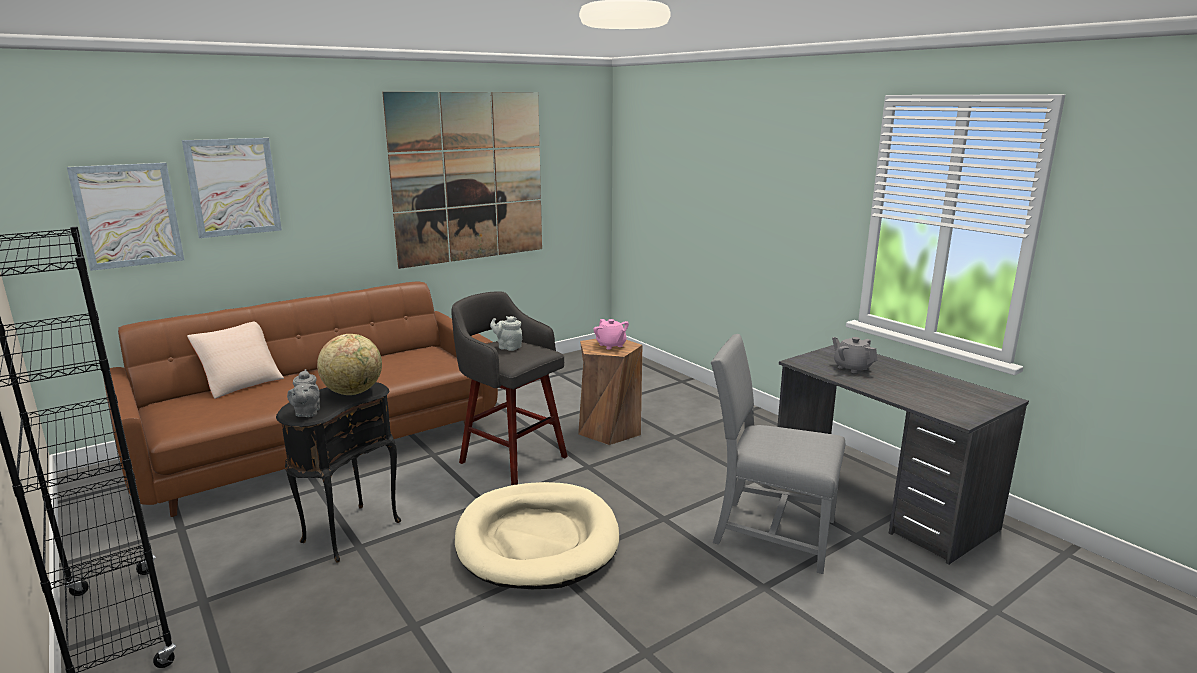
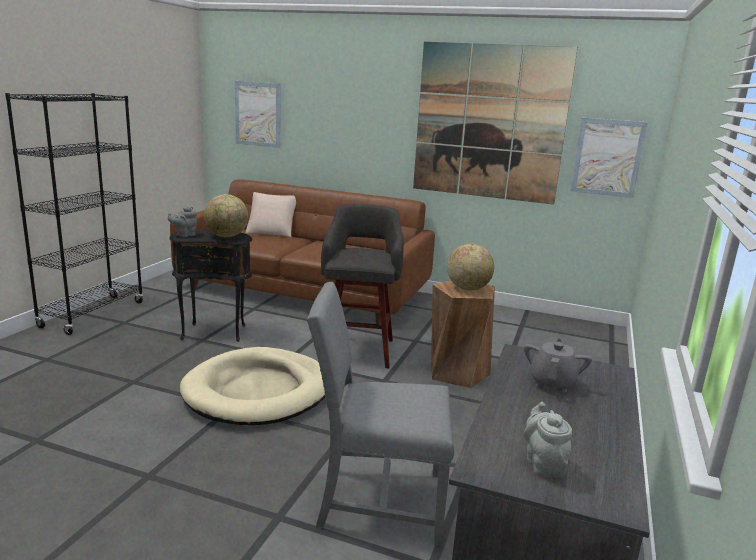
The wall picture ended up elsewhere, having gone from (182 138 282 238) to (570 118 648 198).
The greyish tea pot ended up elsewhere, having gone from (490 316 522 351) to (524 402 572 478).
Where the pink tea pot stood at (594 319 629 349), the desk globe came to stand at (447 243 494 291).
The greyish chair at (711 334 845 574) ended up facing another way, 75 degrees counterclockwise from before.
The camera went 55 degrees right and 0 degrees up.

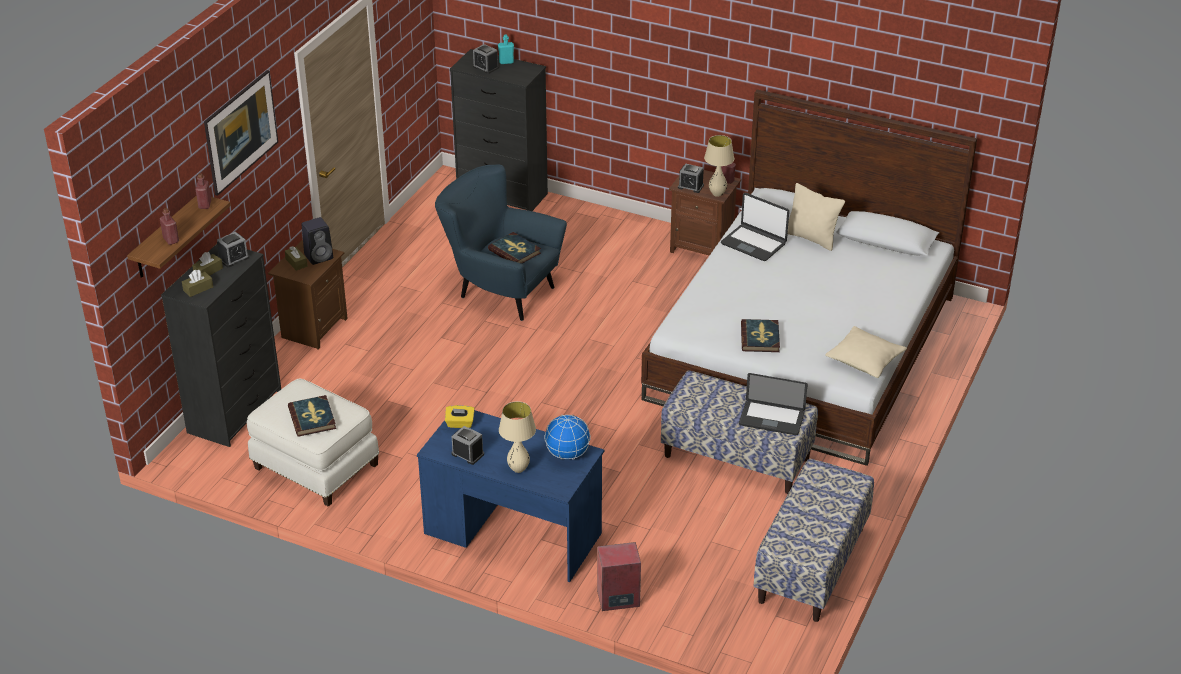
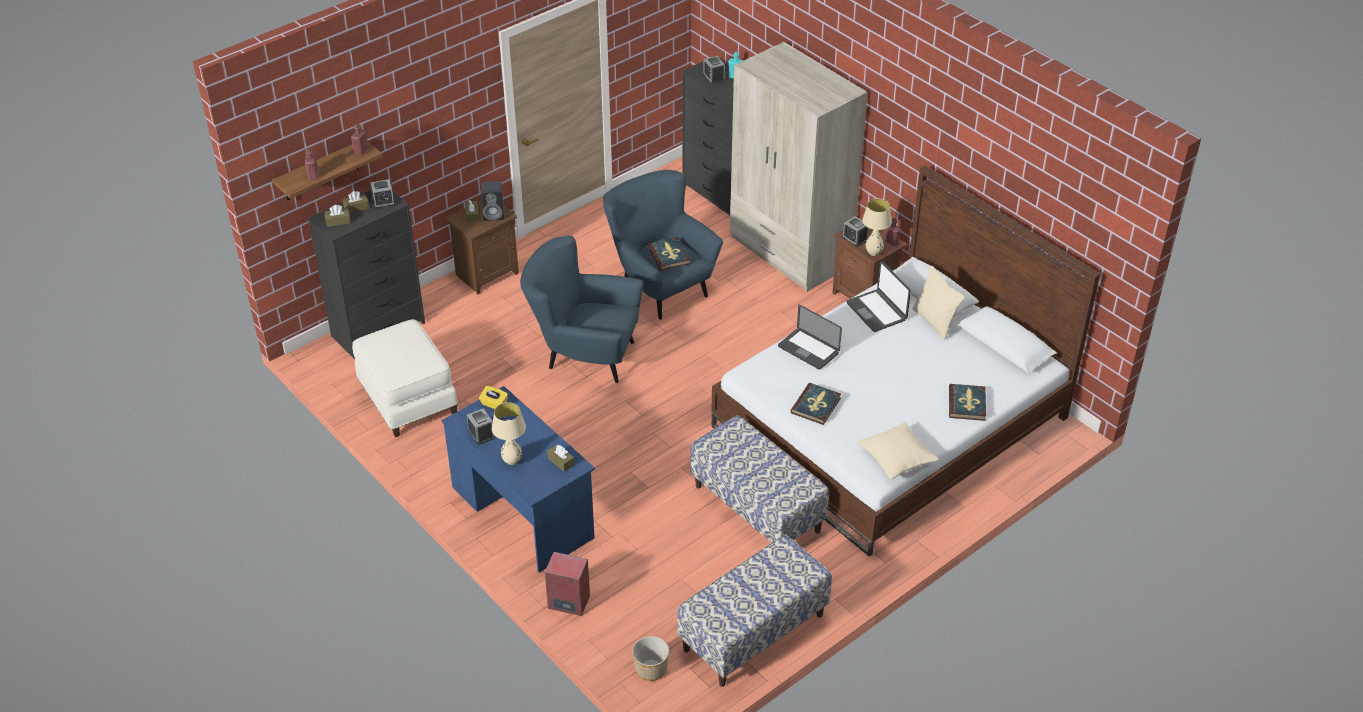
The second view lost the wall picture at (204 70 278 196).
The volume ended up elsewhere, having gone from (288 395 336 437) to (949 384 986 421).
Where the desk globe stood at (544 415 591 460), the brown box of tissues came to stand at (547 444 575 472).
The notebook computer ended up elsewhere, having gone from (739 373 808 435) to (778 305 842 370).
The second view gained the bluish lounge chair at (520 235 644 383).
The second view gained the plant pot at (632 636 669 681).
The second view gained the beige wardrobe at (730 42 868 292).
The camera went 25 degrees right and 5 degrees up.

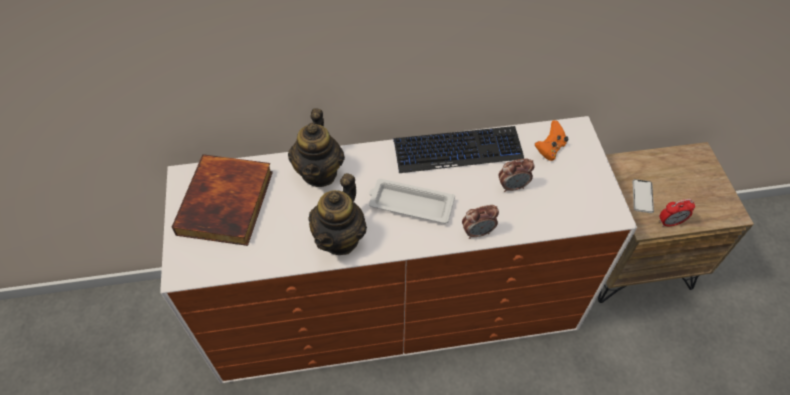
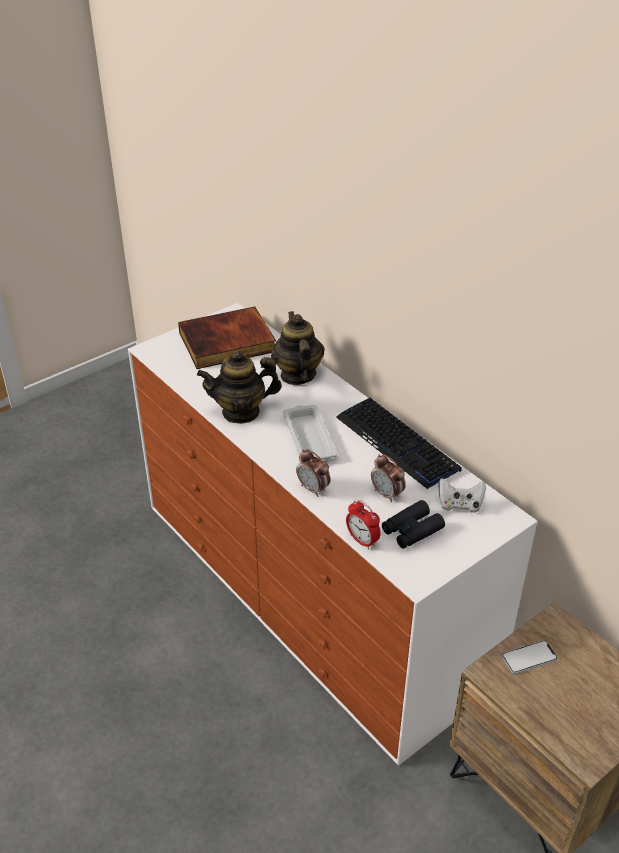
The tea pot at (288 109 345 187) ended up facing another way, 105 degrees clockwise from before.
What was the orange-coloured game controller at (535 120 568 161) turned into the white game controller at (438 478 486 513).
The table clock ended up elsewhere, having gone from (659 199 695 227) to (346 500 381 550).
The second view gained the black-coloured field glasses at (382 500 445 549).
The camera went 60 degrees right and 15 degrees down.

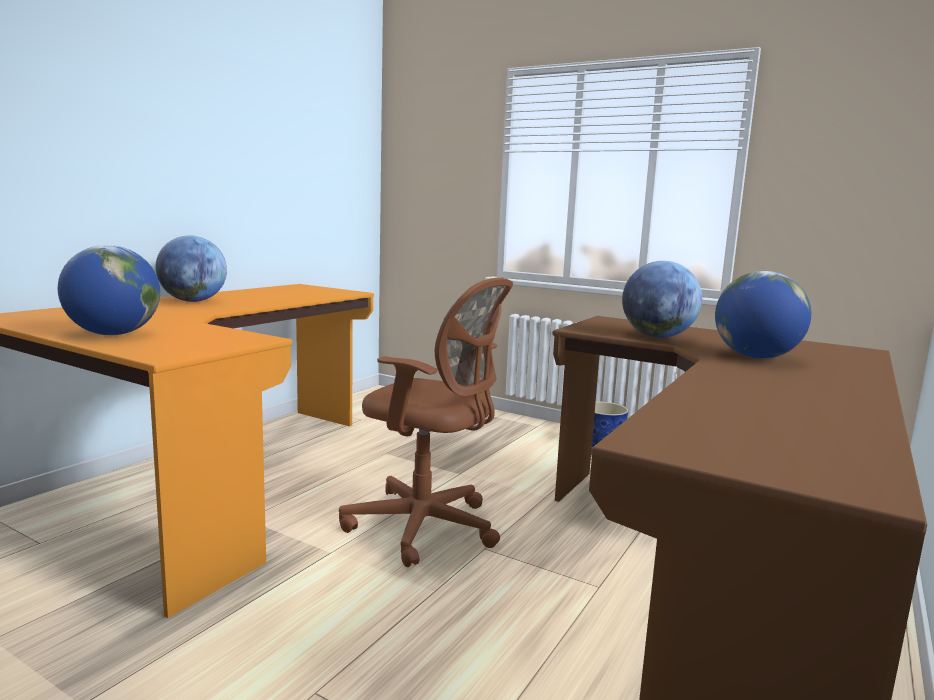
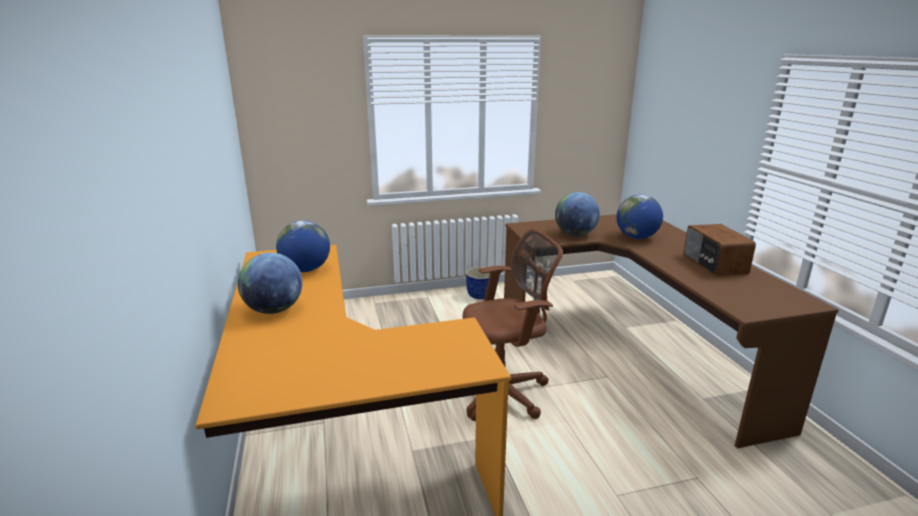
The desk globe ended up elsewhere, having gone from (58 245 160 335) to (276 220 330 272).
The second view gained the radio set at (684 224 756 276).
The camera went 45 degrees left and 10 degrees up.

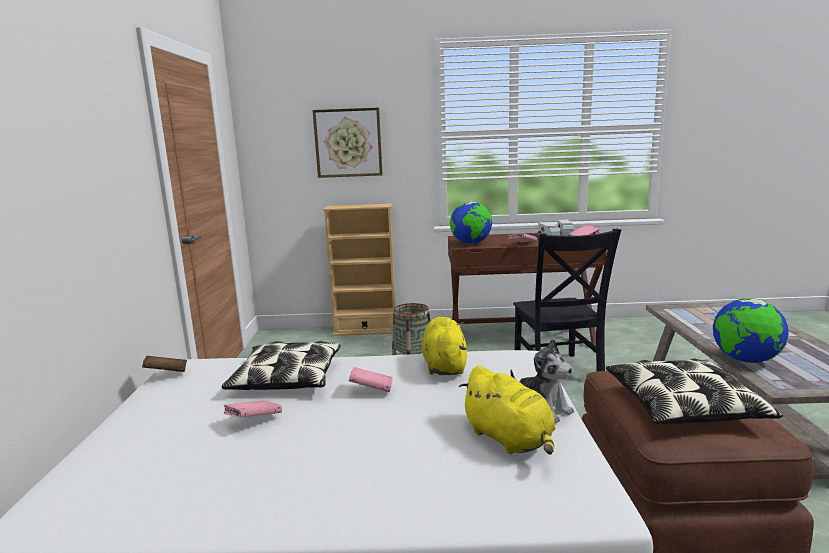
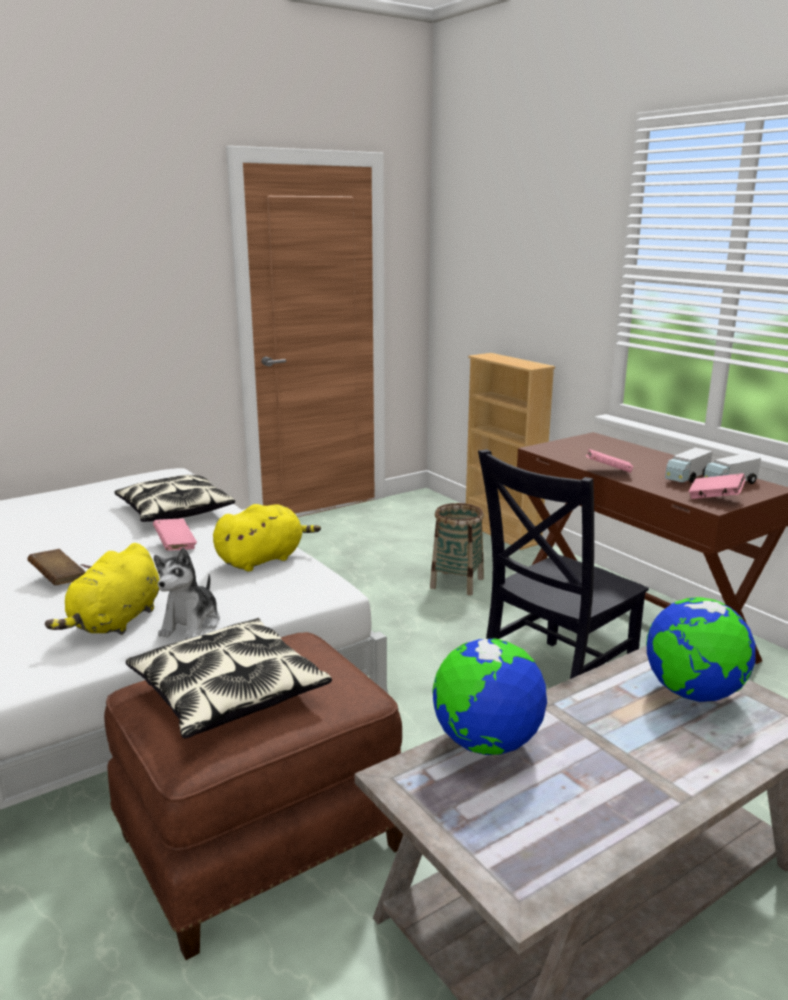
The brown volume ended up elsewhere, having gone from (142 356 187 372) to (27 549 85 585).
The second view lost the pink volume at (224 400 282 417).
The second view lost the wall picture at (312 108 383 178).
The desk globe ended up elsewhere, having gone from (450 202 492 244) to (646 597 756 702).
The camera went 55 degrees right and 5 degrees up.

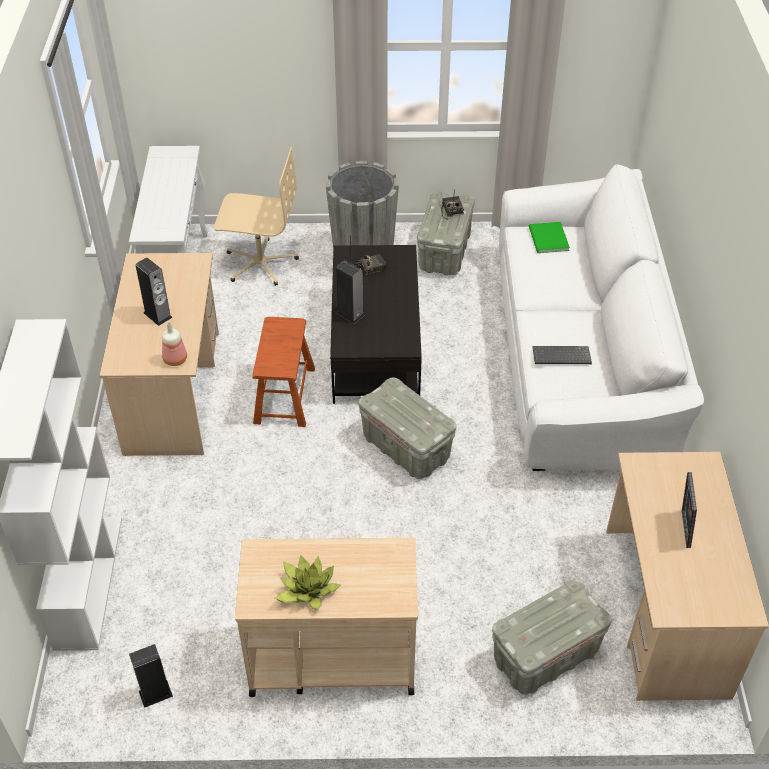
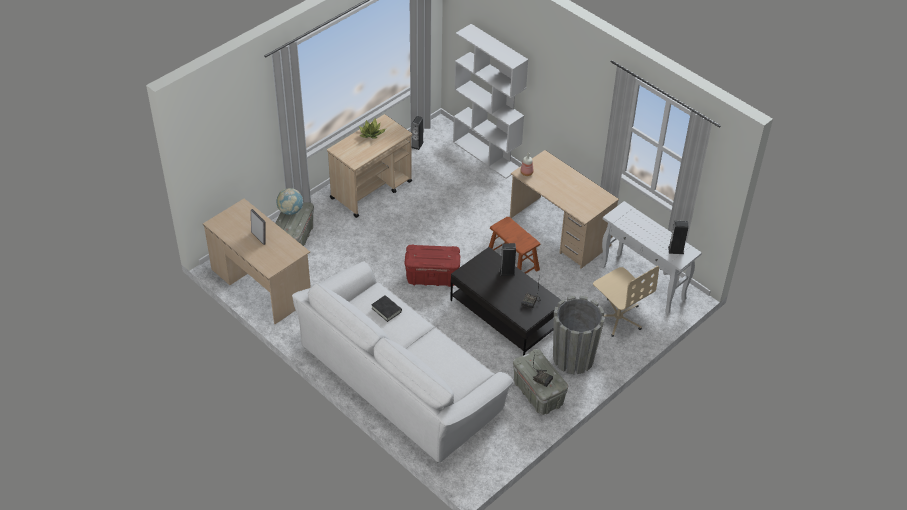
The speaker ended up elsewhere, having gone from (135 258 173 326) to (668 221 689 254).
The beige desk chair at (214 147 299 286) ended up facing another way, 90 degrees counterclockwise from before.
What was the greyish storage container at (359 378 456 479) turned into the red-coloured storage container at (405 245 460 287).
The second view lost the green volume at (529 222 570 253).
Where the computer keyboard stood at (532 346 592 364), the black-coloured volume came to stand at (371 295 402 322).
The second view gained the desk globe at (277 188 303 215).
The camera went 135 degrees right and 0 degrees up.

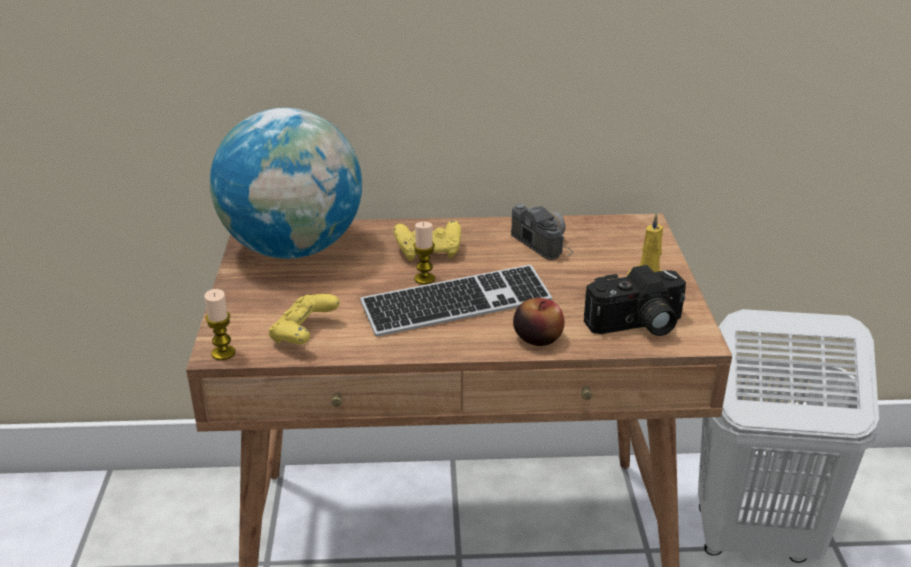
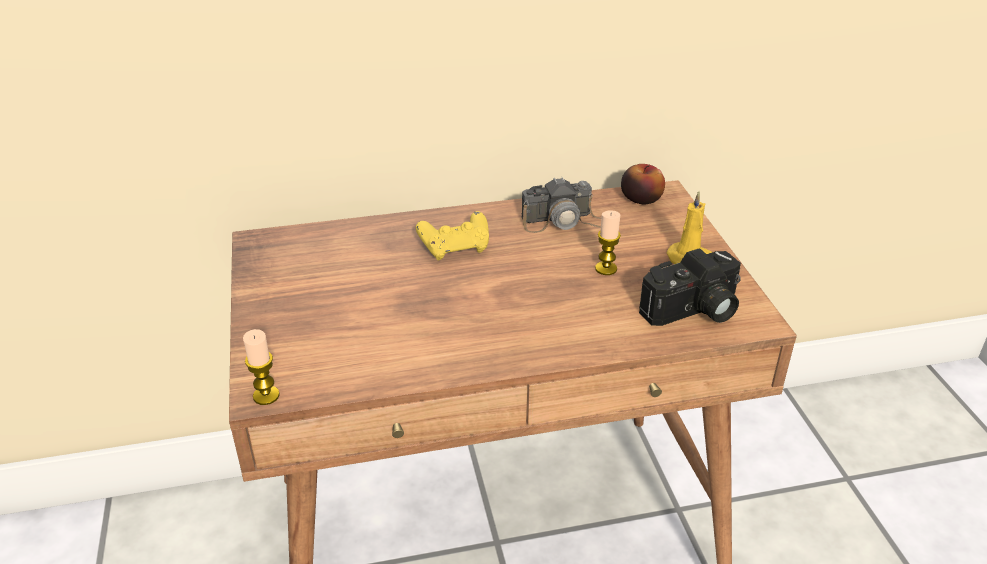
The second view lost the desk globe at (210 108 362 259).
The second view lost the yellow-coloured game controller at (269 294 340 344).
The second view lost the computer keyboard at (360 265 552 337).
The candle ended up elsewhere, having gone from (413 222 435 285) to (595 210 621 275).
The still camera at (511 204 574 260) ended up facing another way, 120 degrees clockwise from before.
The apple ended up elsewhere, having gone from (513 298 564 346) to (621 164 665 204).
The second view lost the white laundry basket at (698 309 879 563).
The camera went 10 degrees left and 5 degrees up.

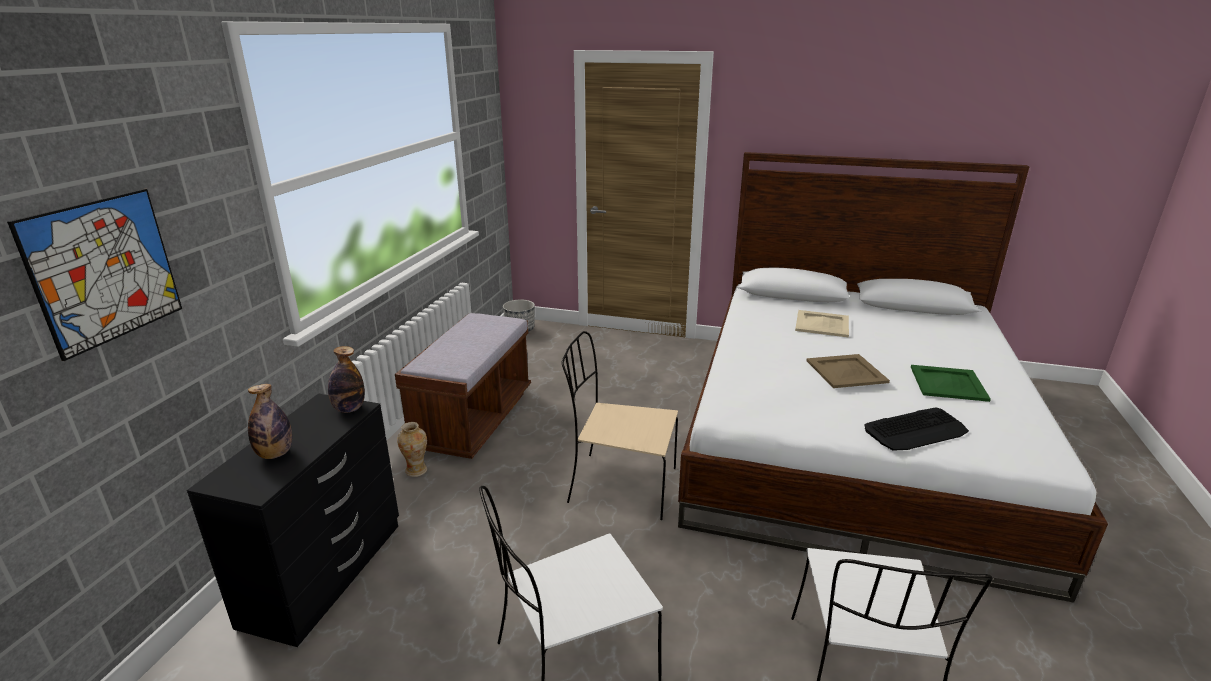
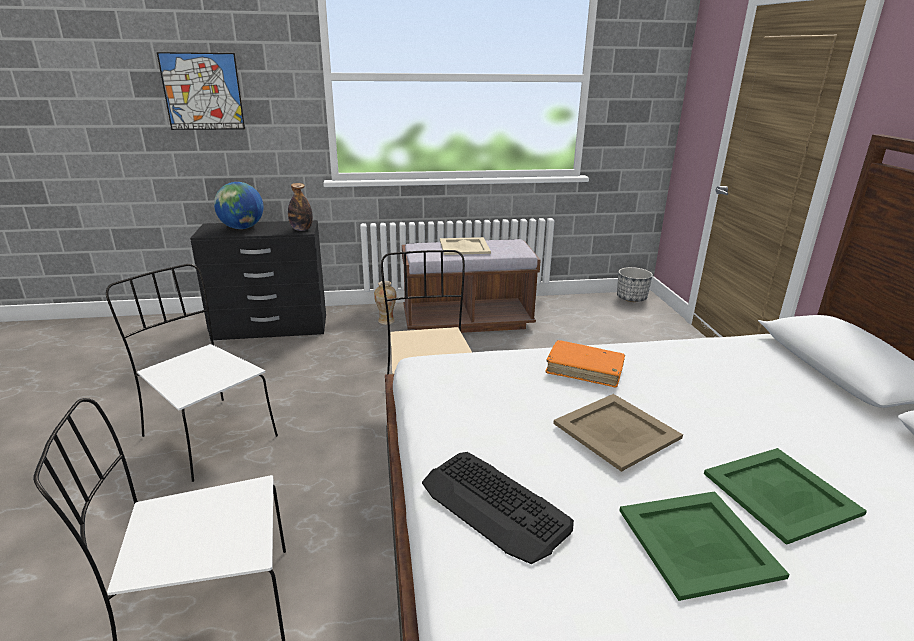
Where the bottle stood at (248 384 292 459), the desk globe came to stand at (214 182 263 229).
The beige tray ended up elsewhere, having gone from (795 310 849 338) to (440 237 491 255).
The second view gained the orange-coloured volume at (545 340 625 387).
The second view gained the green tray at (704 448 867 545).
The camera went 65 degrees right and 0 degrees up.

